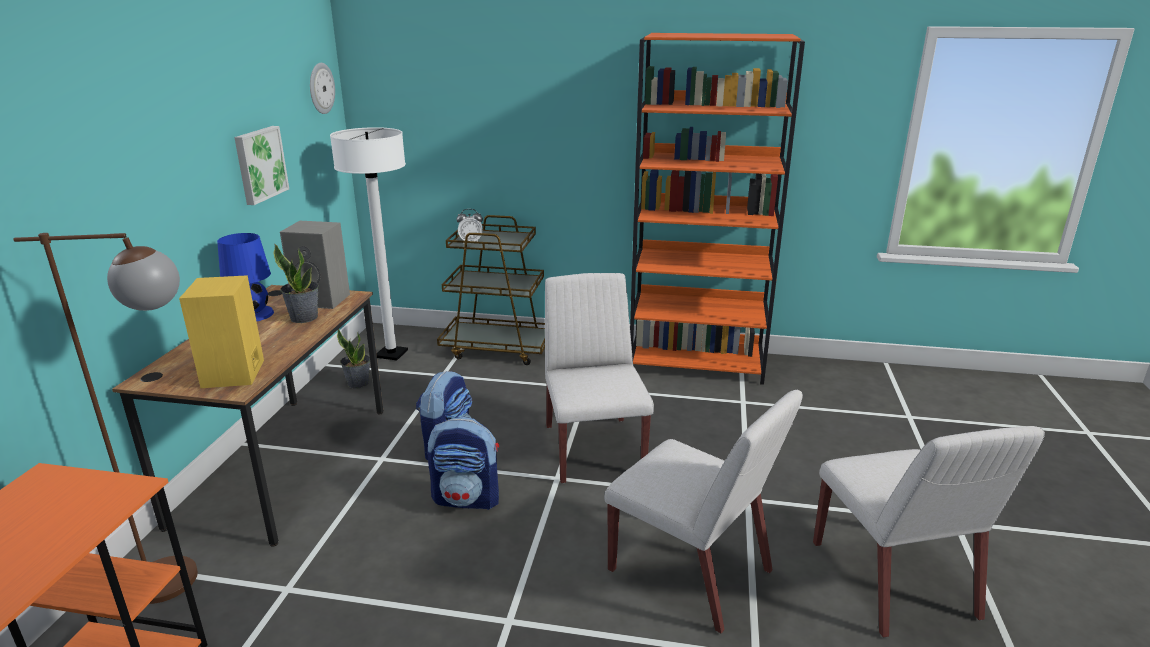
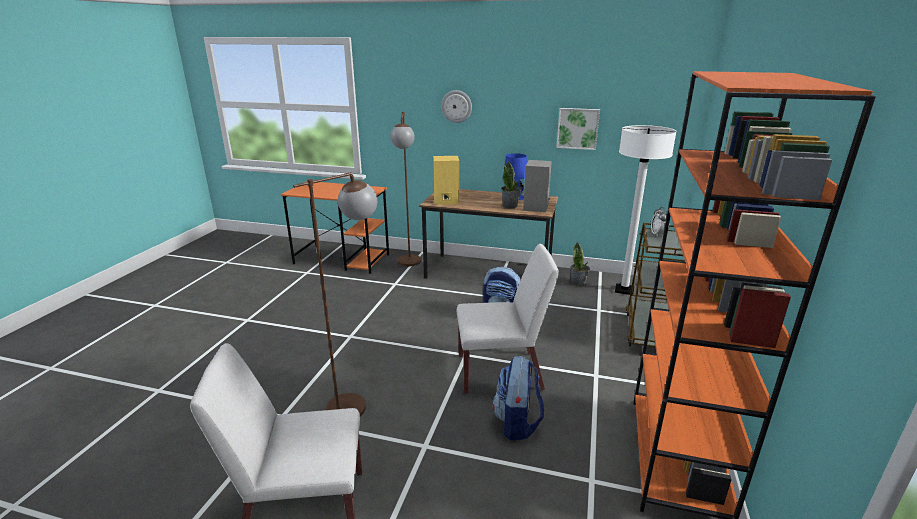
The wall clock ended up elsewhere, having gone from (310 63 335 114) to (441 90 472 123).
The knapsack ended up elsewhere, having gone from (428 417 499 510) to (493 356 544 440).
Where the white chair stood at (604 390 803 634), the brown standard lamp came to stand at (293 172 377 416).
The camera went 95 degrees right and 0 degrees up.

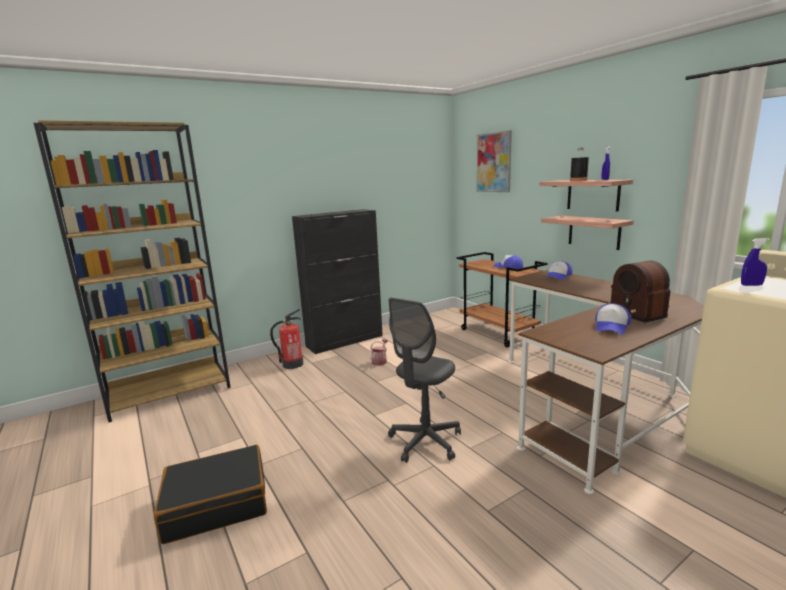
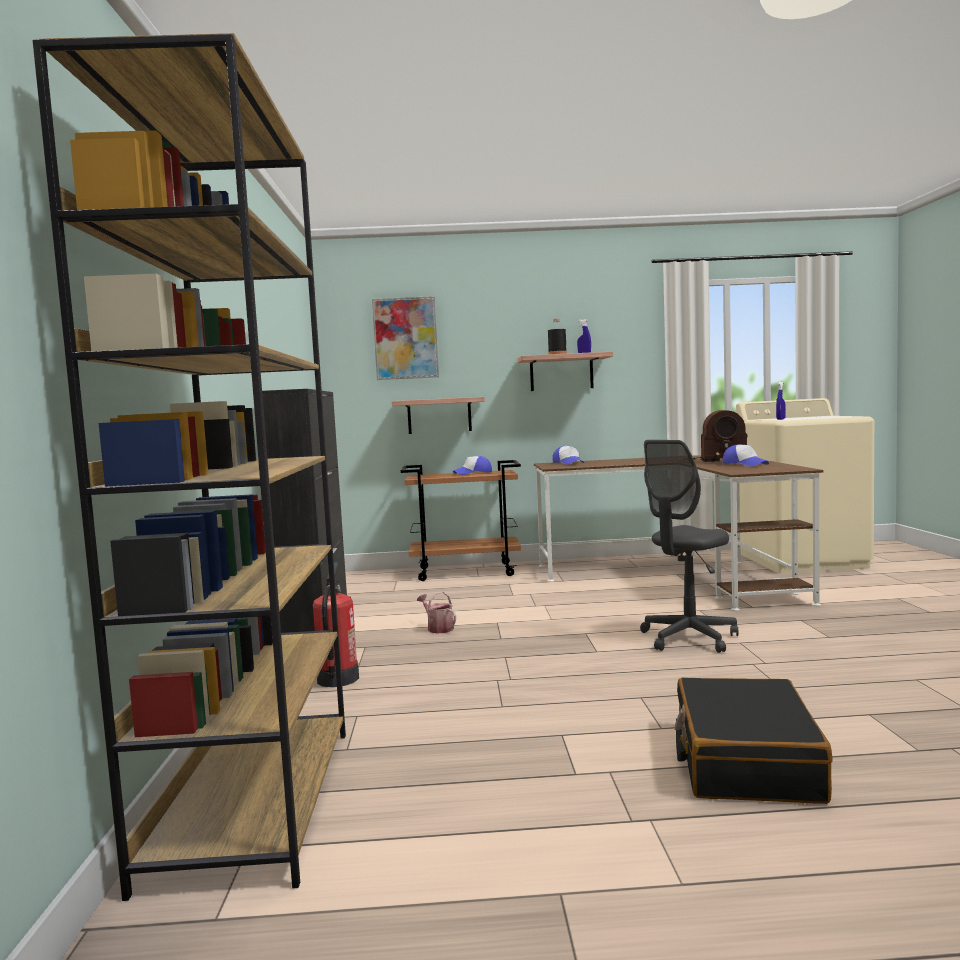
The greyish desk chair at (388 298 461 463) ended up facing another way, 75 degrees clockwise from before.
The wall shelf ended up elsewhere, having gone from (541 216 634 250) to (392 397 485 434).
The camera went 60 degrees left and 10 degrees down.

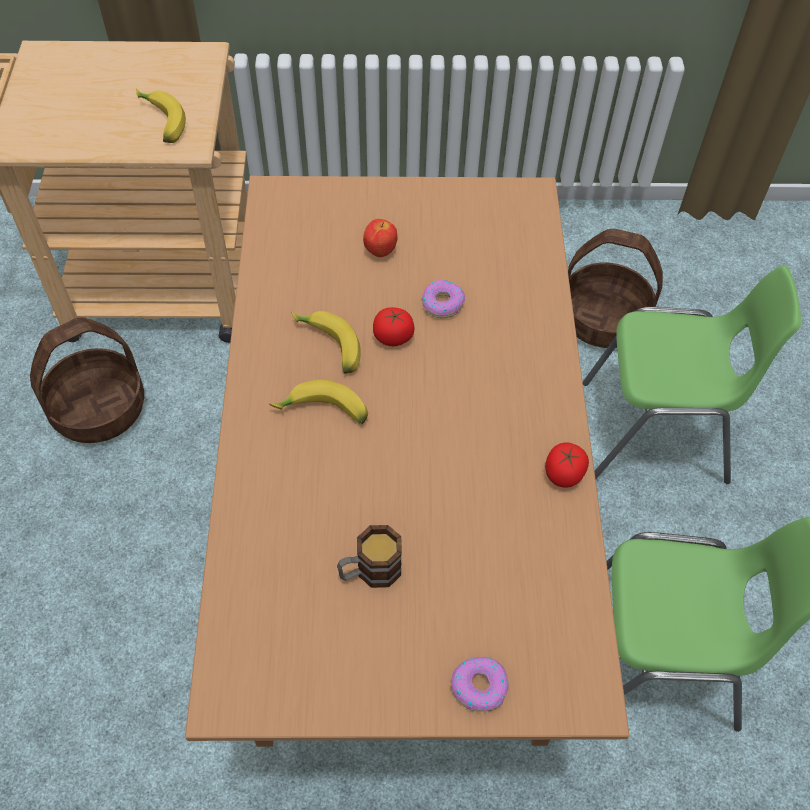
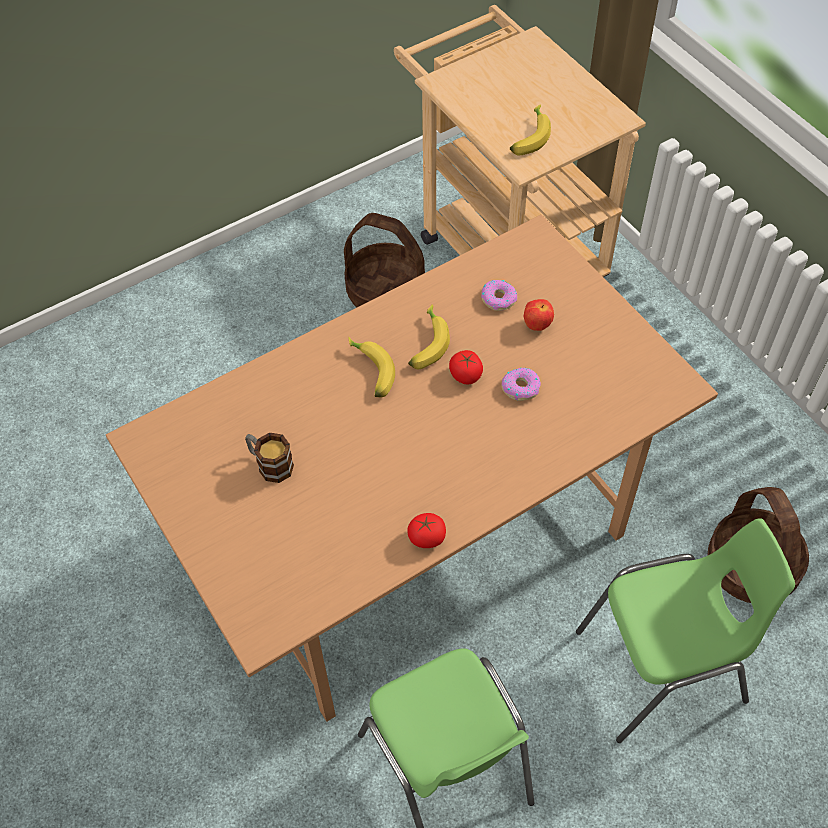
The ring doughnut ended up elsewhere, having gone from (451 657 509 712) to (481 280 517 311).
The green chair at (583 266 801 484) ended up facing another way, 75 degrees counterclockwise from before.
The camera went 60 degrees right and 0 degrees up.

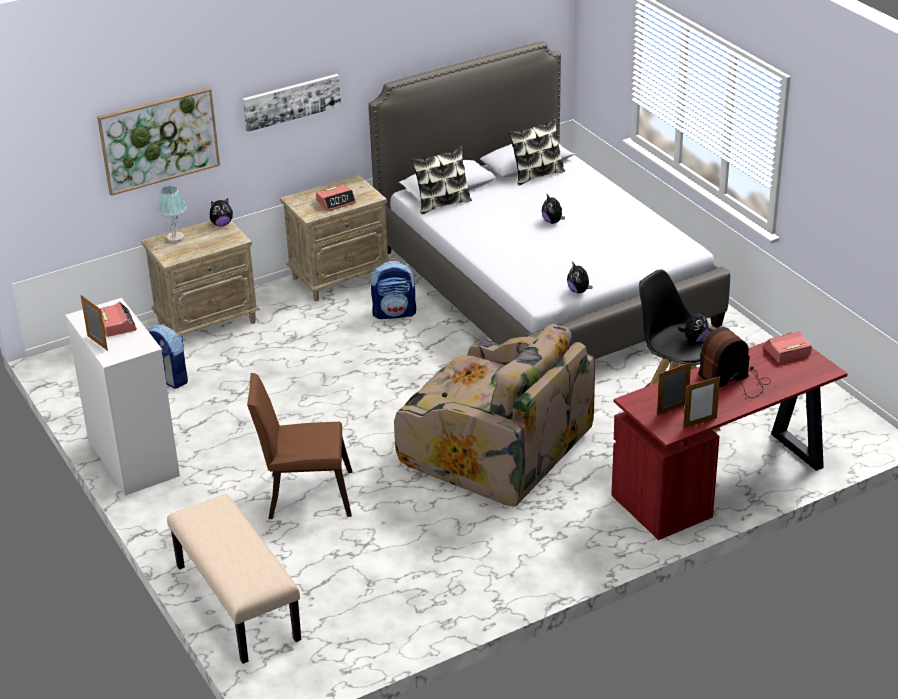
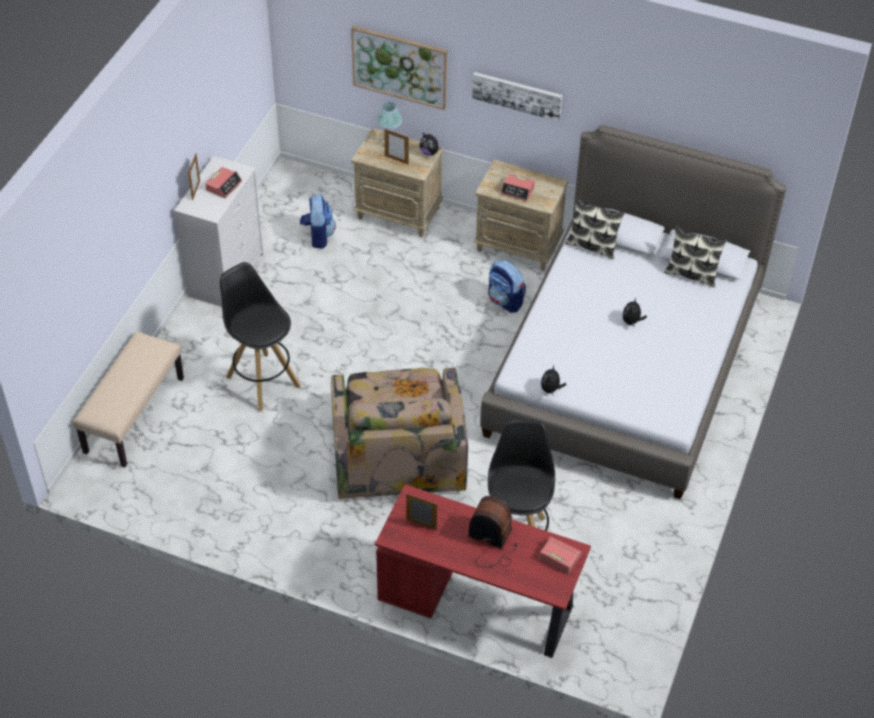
Where the brown chair stood at (247 373 352 519), the black-coloured sitting stool came to stand at (220 262 301 411).
The second view lost the cuddly toy at (678 309 709 342).
The photo frame ended up elsewhere, having gone from (683 376 720 428) to (384 129 409 165).
The camera went 50 degrees right and 15 degrees up.

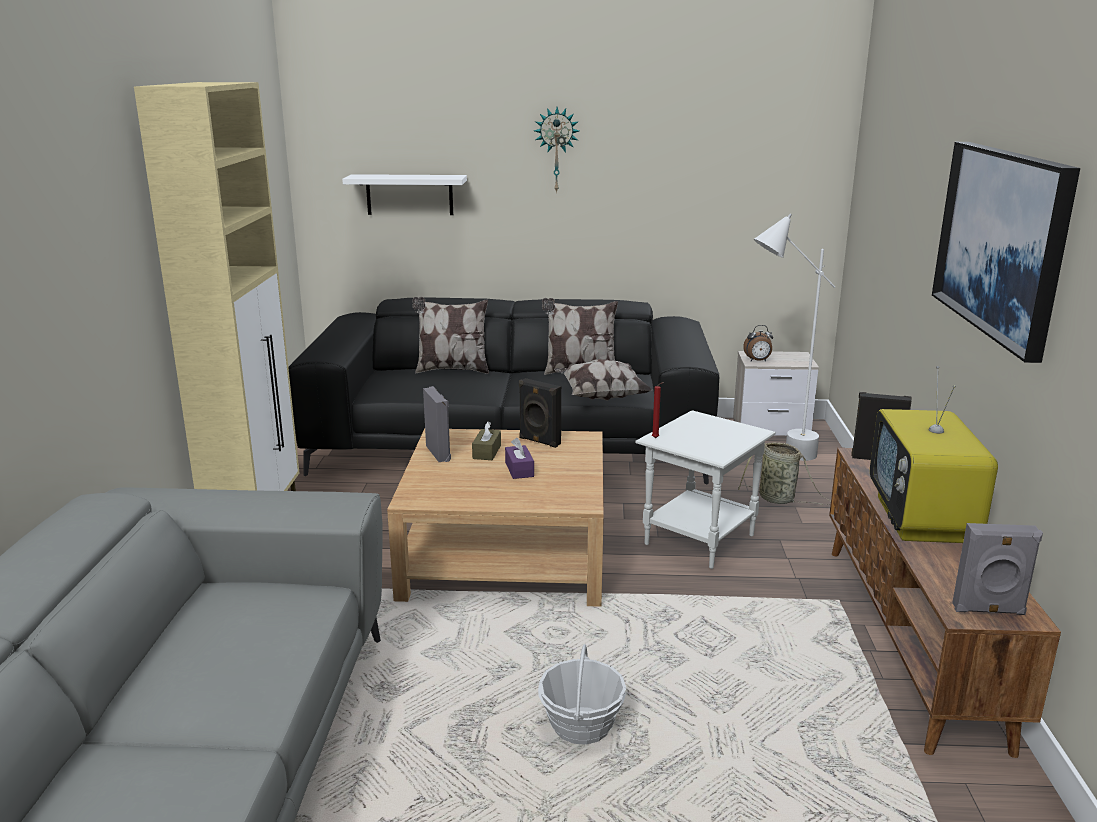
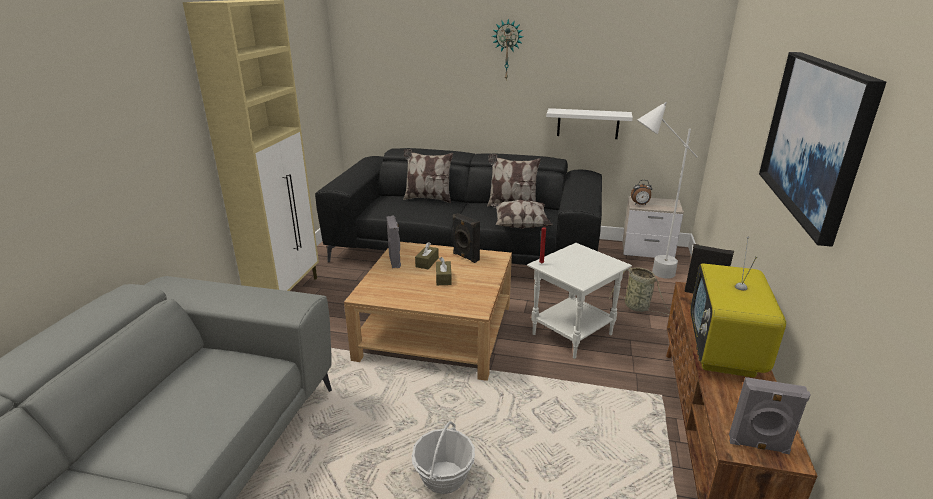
The white wall shelf ended up elsewhere, having gone from (342 174 467 215) to (546 108 633 139).
What was the purple box of tissues at (505 438 534 479) turned into the brown box of tissues at (436 257 452 285).
The camera went 10 degrees right and 5 degrees up.

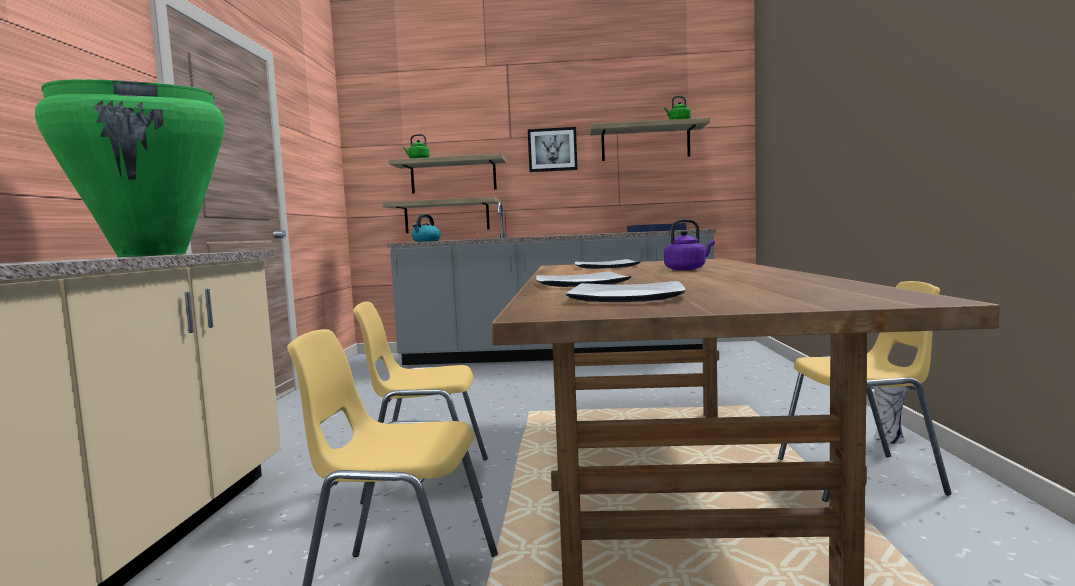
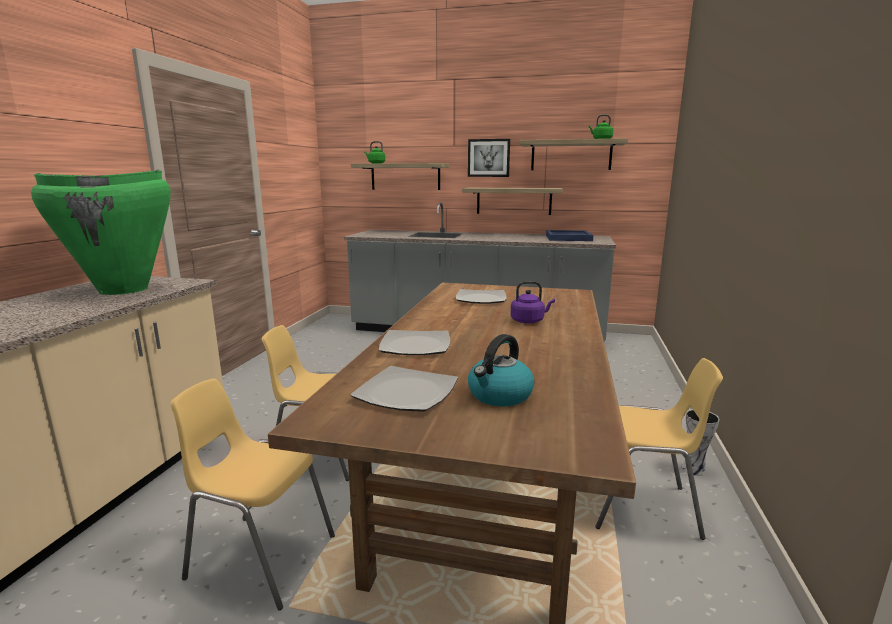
The wall shelf ended up elsewhere, having gone from (382 197 499 233) to (462 188 563 215).
The water kettle ended up elsewhere, having gone from (412 214 441 242) to (468 334 534 406).
The camera went 10 degrees right and 10 degrees up.

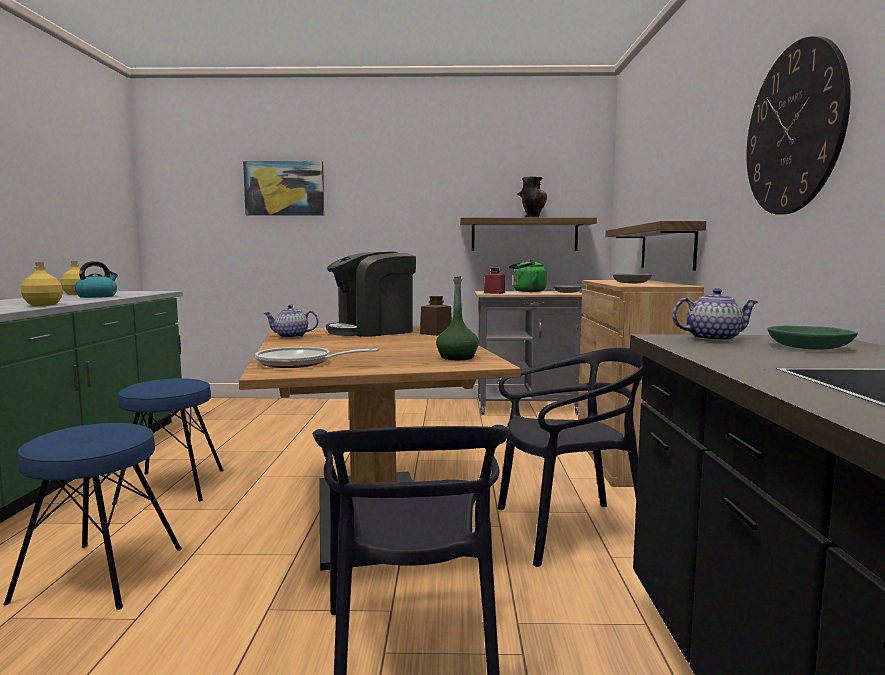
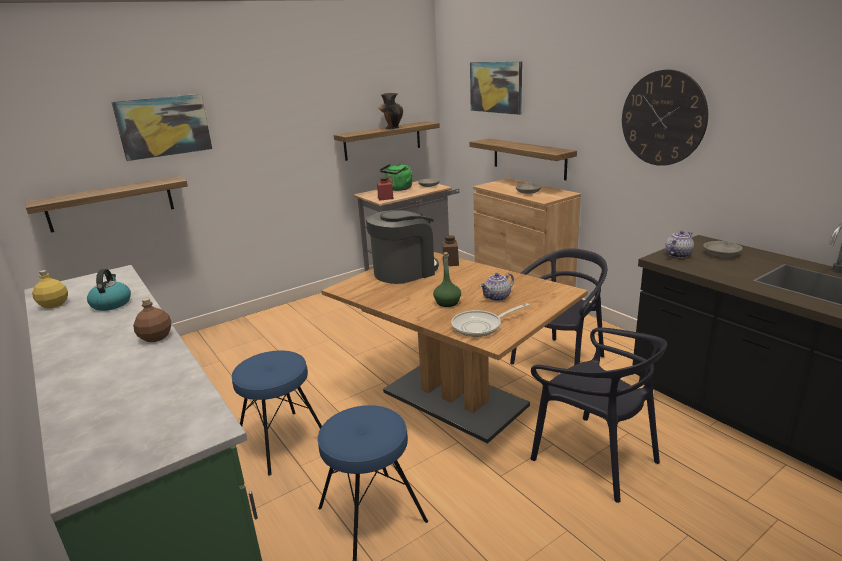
What was the yellow-coloured bottle at (21 262 63 306) turned into the brown bottle at (133 298 171 342).
The tea pot ended up elsewhere, having gone from (264 305 318 338) to (480 273 514 301).
The coffee brewer at (326 252 416 337) ended up facing another way, 150 degrees counterclockwise from before.
The green bottle ended up elsewhere, having gone from (436 276 479 360) to (433 252 461 307).
What was the green deep dish at (768 326 858 350) turned into the greyish deep dish at (703 241 743 257).
The second view gained the wall shelf at (25 176 188 233).
The second view gained the wall picture at (470 61 522 115).
The camera went 35 degrees left and 15 degrees up.

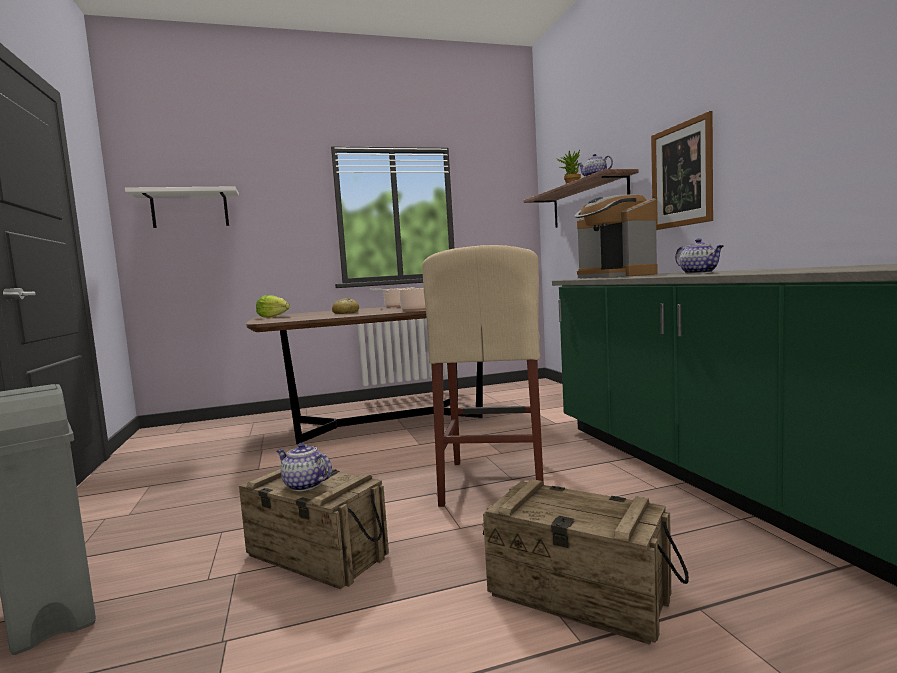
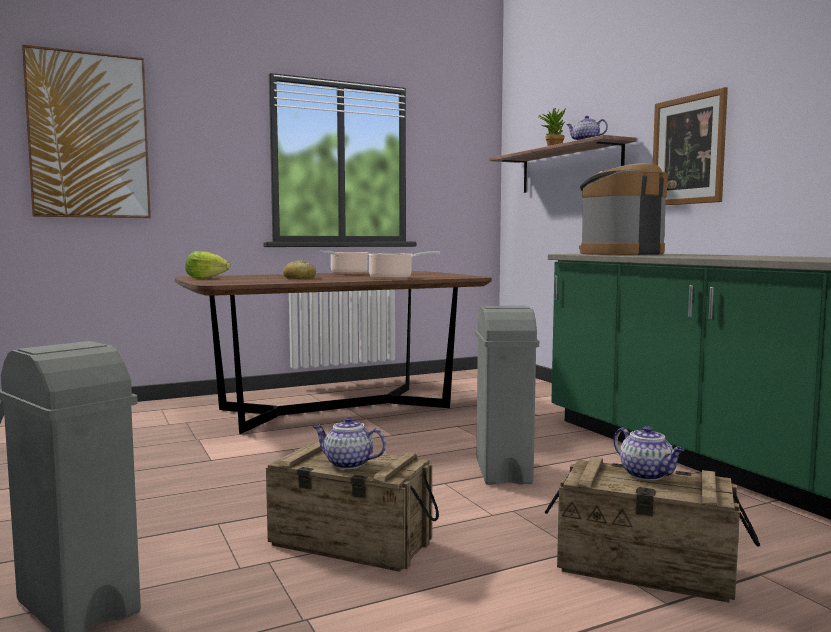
Where the white wall shelf hung at (125 186 239 228), the wall picture came to hang at (22 45 151 218).
Where the beige sitting stool stood at (422 245 544 507), the greyish rubbish bin came to stand at (475 306 539 485).
The coffee brewer at (574 194 658 278) ended up facing another way, 90 degrees clockwise from before.
The tea pot ended up elsewhere, having gone from (675 238 724 274) to (613 426 684 480).
The camera went 10 degrees left and 0 degrees up.

